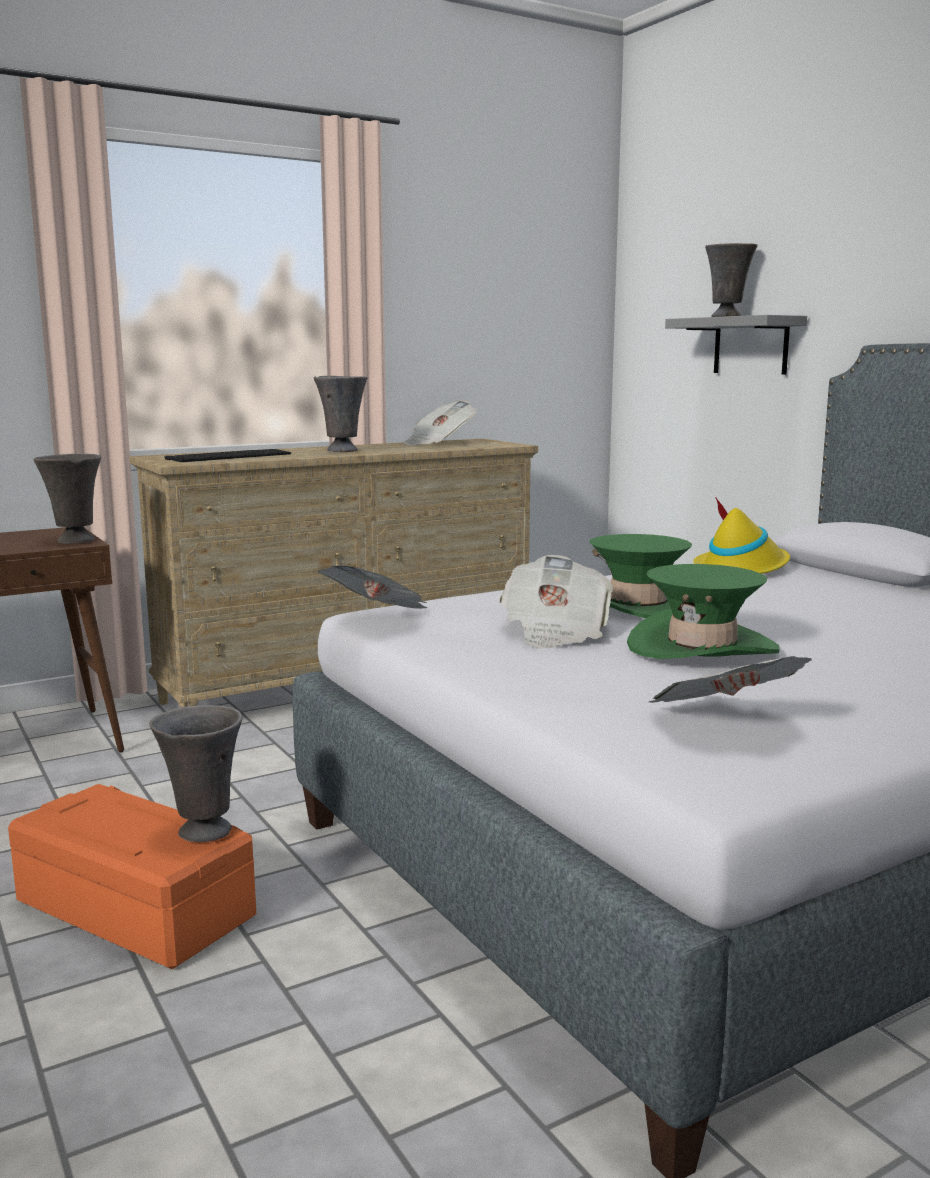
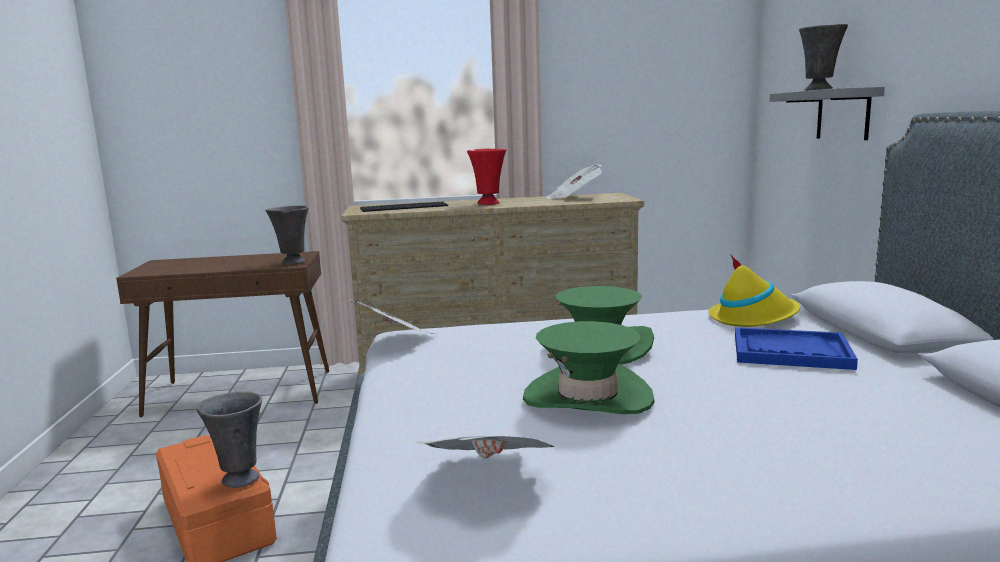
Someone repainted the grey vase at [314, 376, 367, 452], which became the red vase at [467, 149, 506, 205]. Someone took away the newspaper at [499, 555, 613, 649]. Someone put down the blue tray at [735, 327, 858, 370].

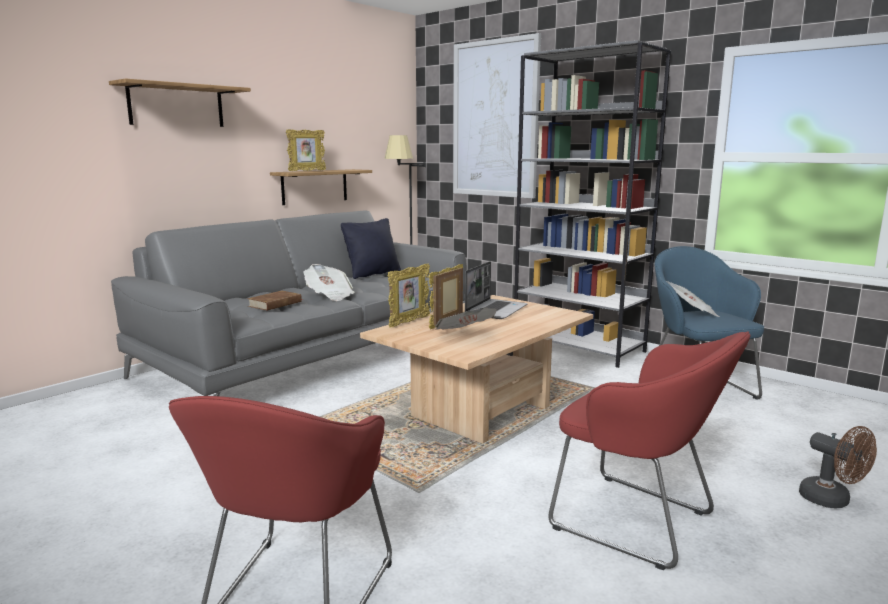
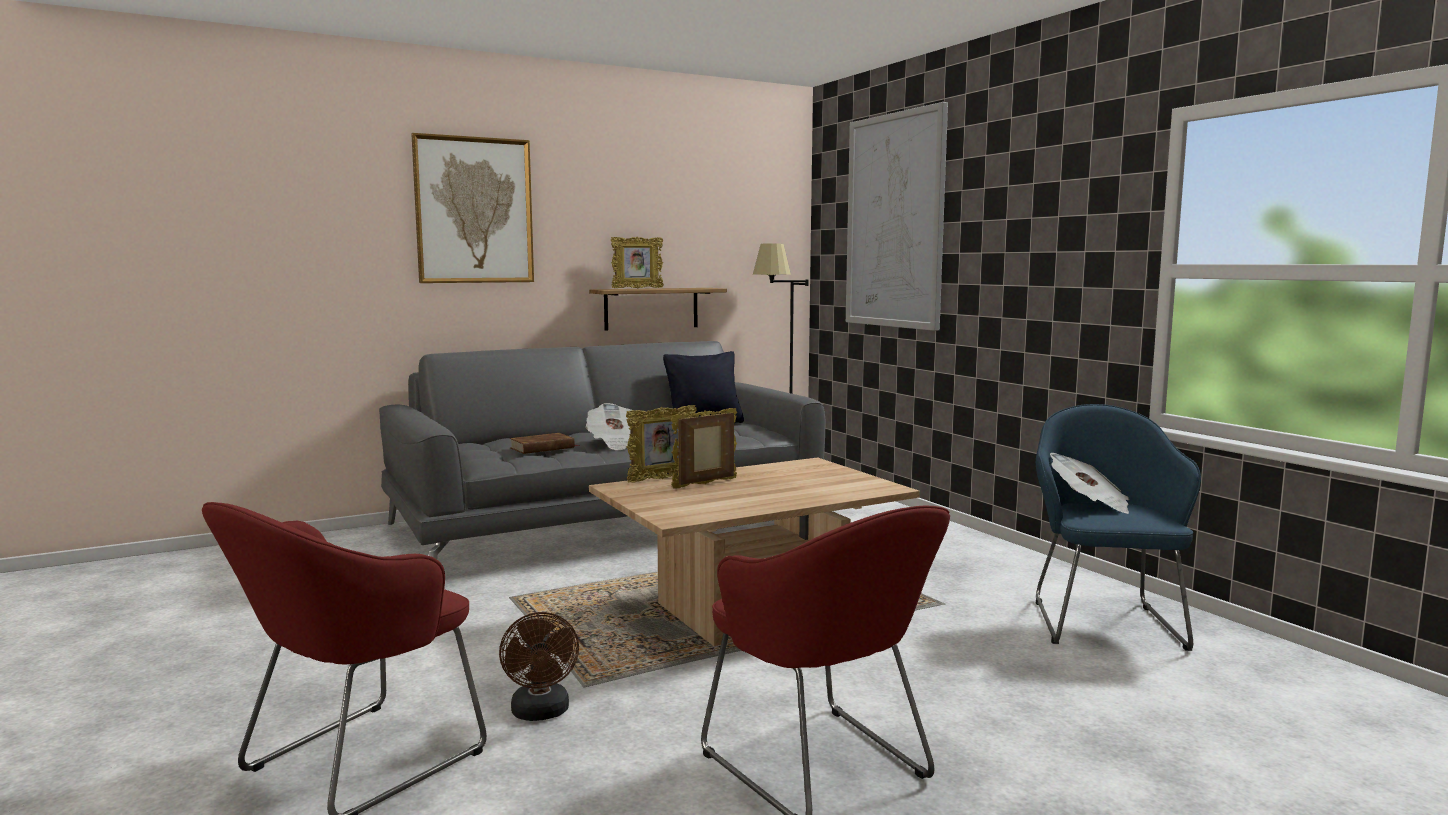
Someone swapped the shelf at [109, 78, 251, 127] for the picture at [411, 133, 534, 283]. Someone took away the newspaper at [435, 308, 497, 330]. Someone took away the laptop at [465, 261, 528, 319]. Someone took away the grey bookcase at [514, 40, 671, 368]. Someone carried the brown fan from [799, 426, 877, 508] to [499, 612, 579, 721].

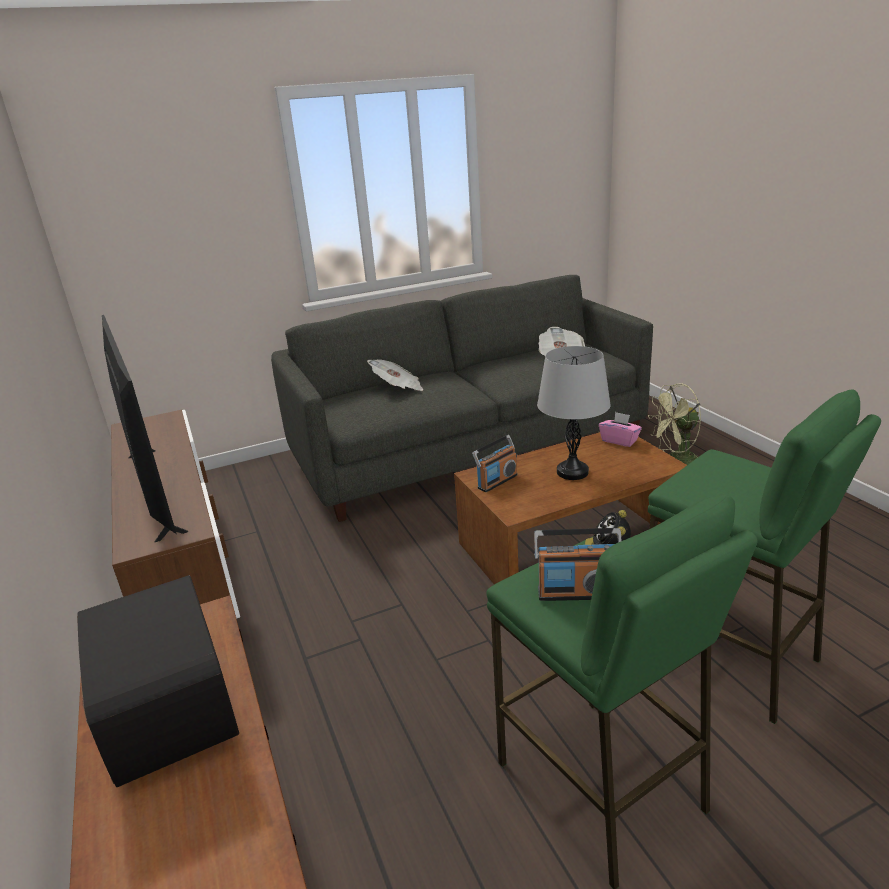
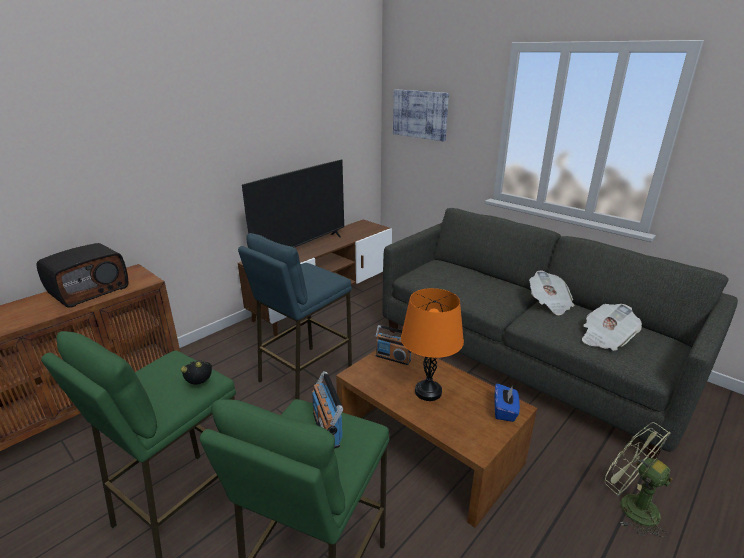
Someone carried the newspaper from [367, 359, 424, 391] to [529, 271, 575, 315]. Someone carried the radio from [534, 528, 622, 601] to [312, 371, 343, 449]. Someone repainted the grey table lamp at [537, 346, 611, 480], which became the orange table lamp at [401, 288, 464, 401]. Someone repainted the pink tissue box at [599, 412, 642, 447], which became the blue tissue box at [495, 383, 520, 422]. Someone put down the blue stool at [238, 233, 352, 399]. Someone put up the picture at [393, 89, 449, 141].

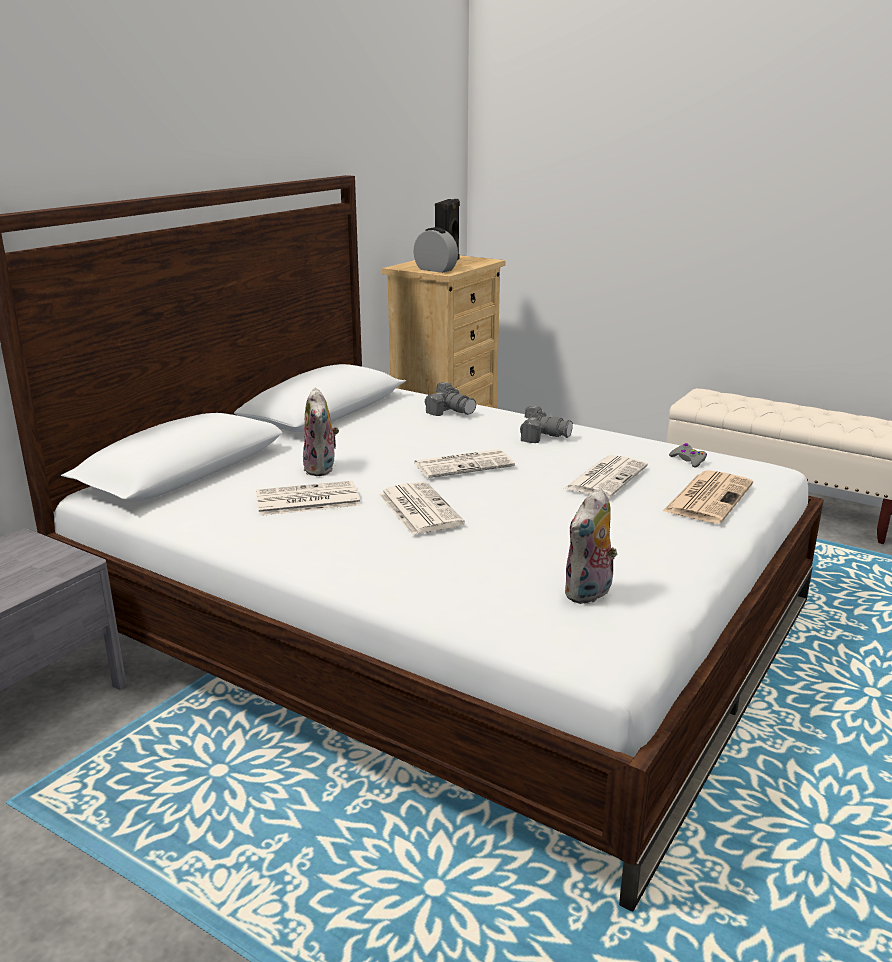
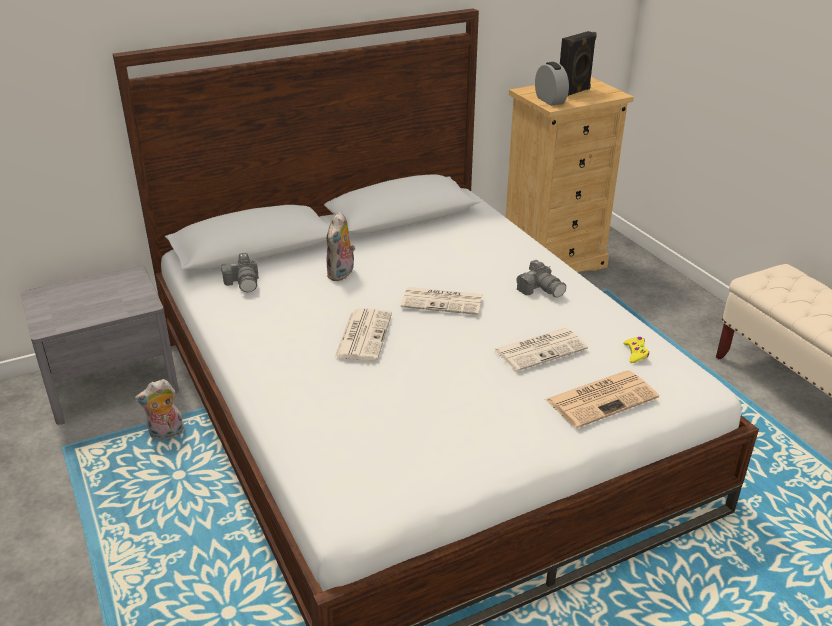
Someone took away the newspaper at [256, 481, 361, 516]. Someone carried the photo camera from [425, 382, 476, 416] to [221, 253, 259, 293]. Someone carried the plush toy from [565, 488, 617, 604] to [135, 379, 185, 440]. Someone repainted the grey game controller at [669, 443, 707, 468], which became the yellow game controller at [623, 337, 649, 363].

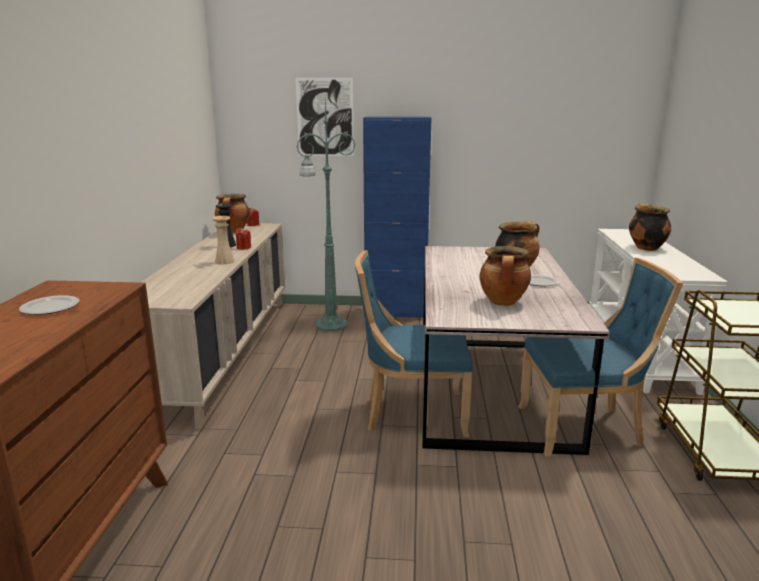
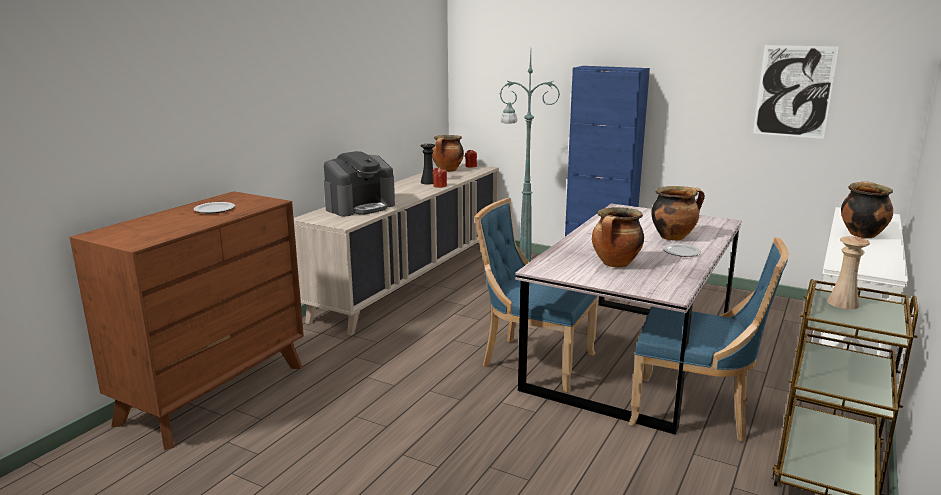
Someone carried the beige vase from [212, 216, 235, 264] to [827, 236, 870, 309]. Someone carried the picture from [296, 78, 354, 156] to [753, 45, 839, 139]. Someone put down the coffee machine at [324, 151, 395, 216].

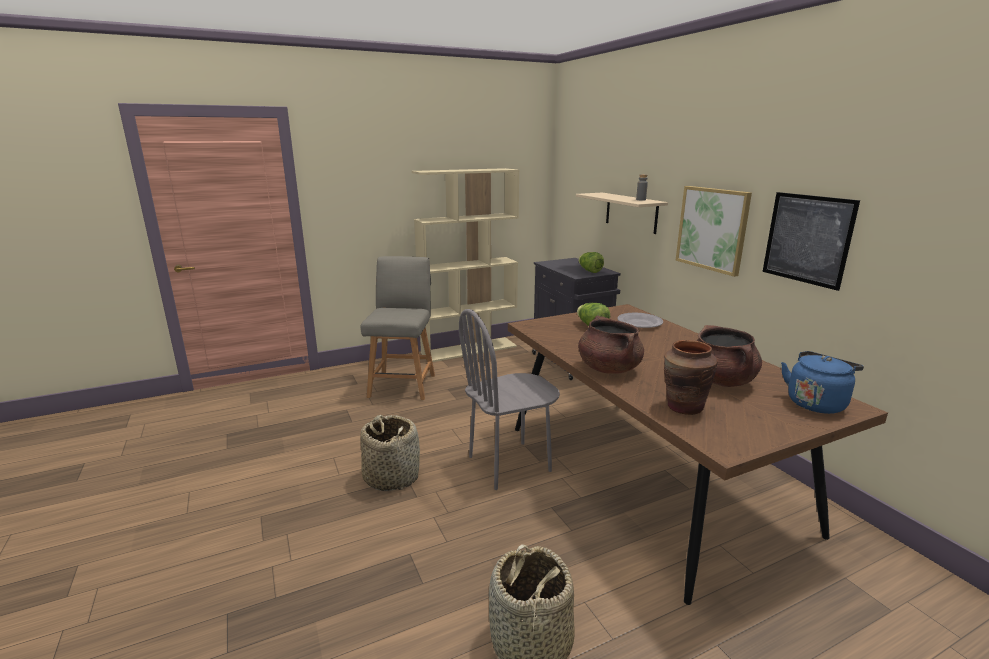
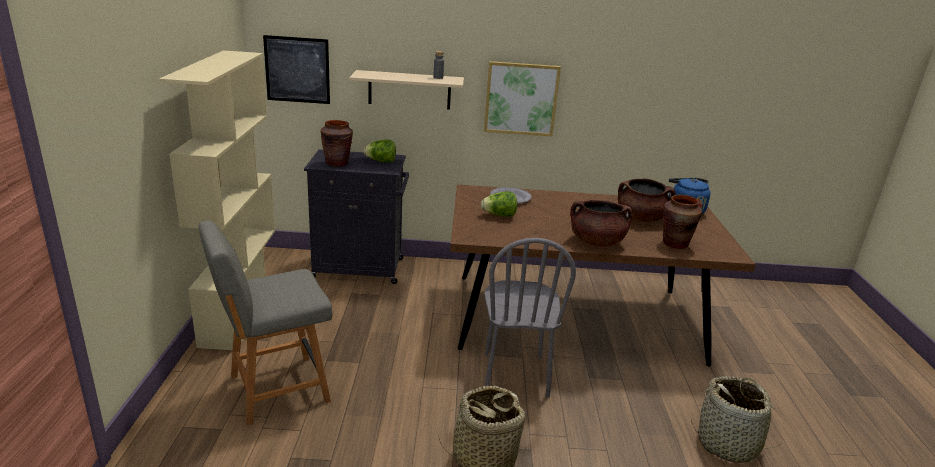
Someone rotated the grey chair at [361, 256, 435, 400] by 60 degrees counterclockwise. Someone carried the picture from [763, 192, 860, 291] to [263, 35, 330, 104]. Someone put down the brown vase at [321, 120, 353, 167].

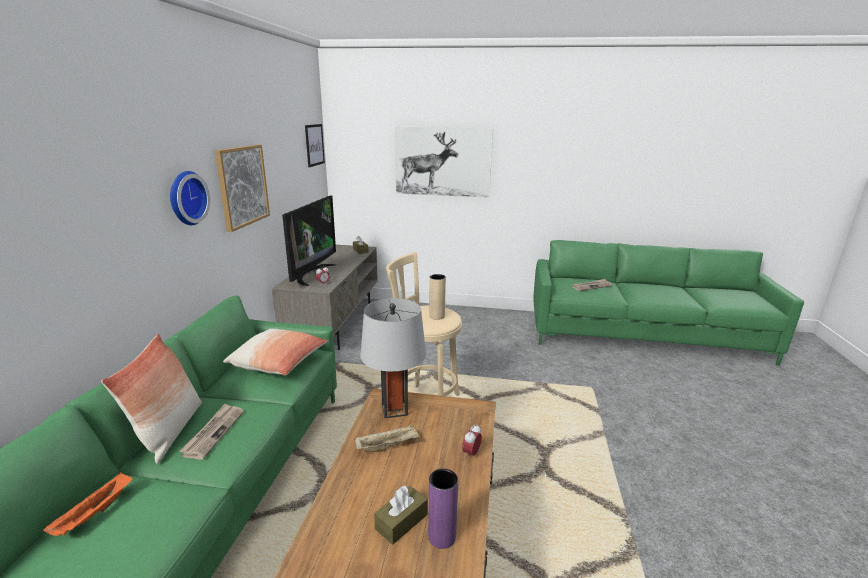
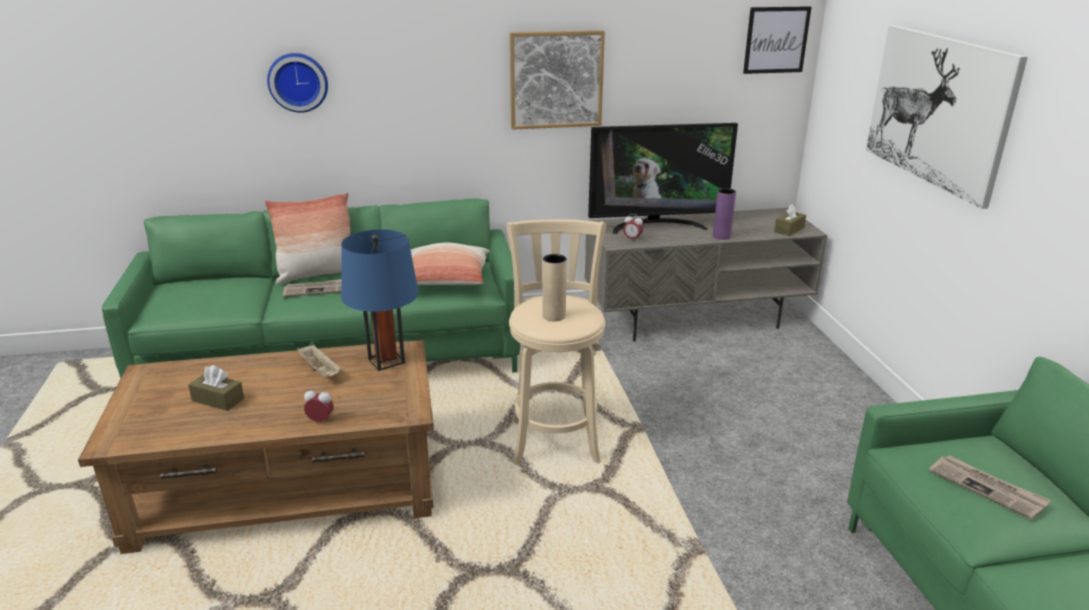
Someone took away the orange tray at [43, 472, 133, 536]. Someone carried the wall clock from [170, 171, 210, 225] to [267, 53, 328, 113]. Someone repainted the grey table lamp at [360, 298, 426, 418], which became the blue table lamp at [341, 229, 419, 371]. Someone carried the purple vase from [428, 469, 458, 549] to [713, 188, 736, 240].

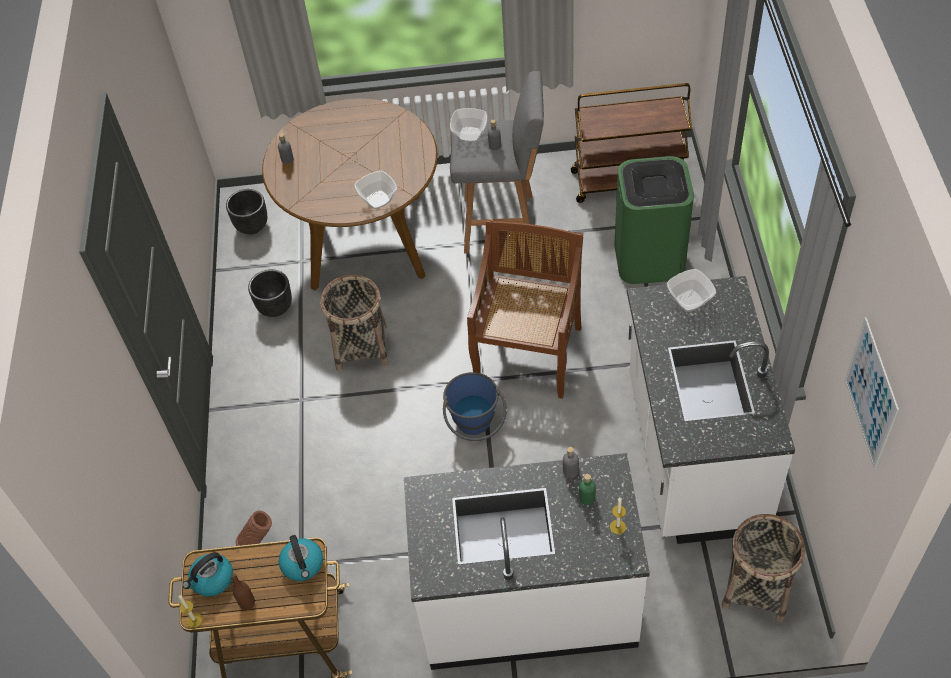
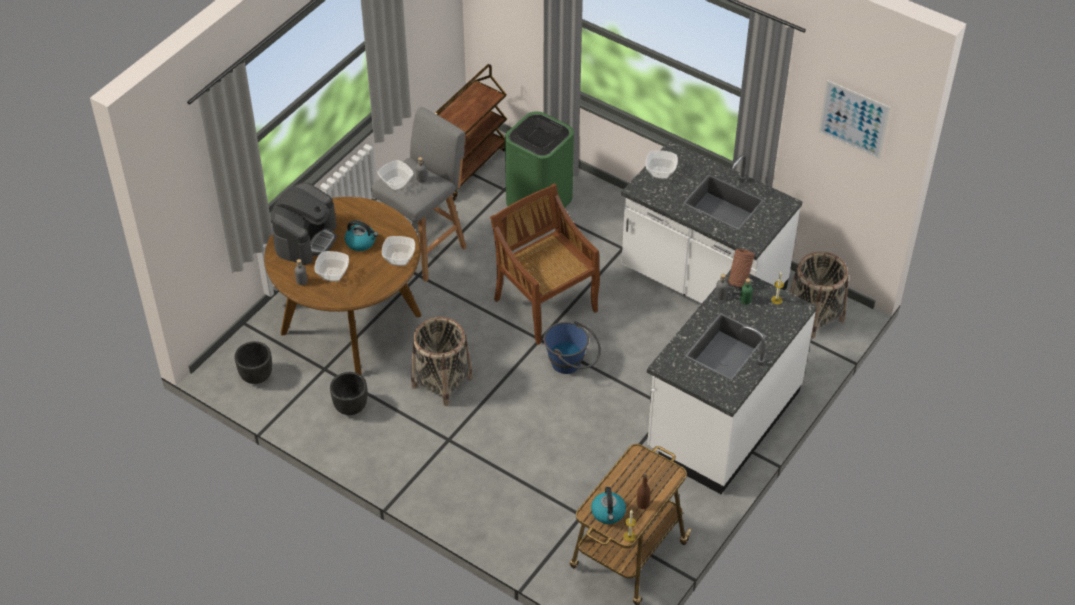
Someone carried the brown vase from [236, 511, 272, 546] to [728, 249, 755, 287]. Someone carried the kettle from [279, 535, 323, 581] to [345, 220, 378, 251]. Someone put down the coffee machine at [271, 182, 337, 265]. Someone put down the bowl at [314, 251, 349, 282].

